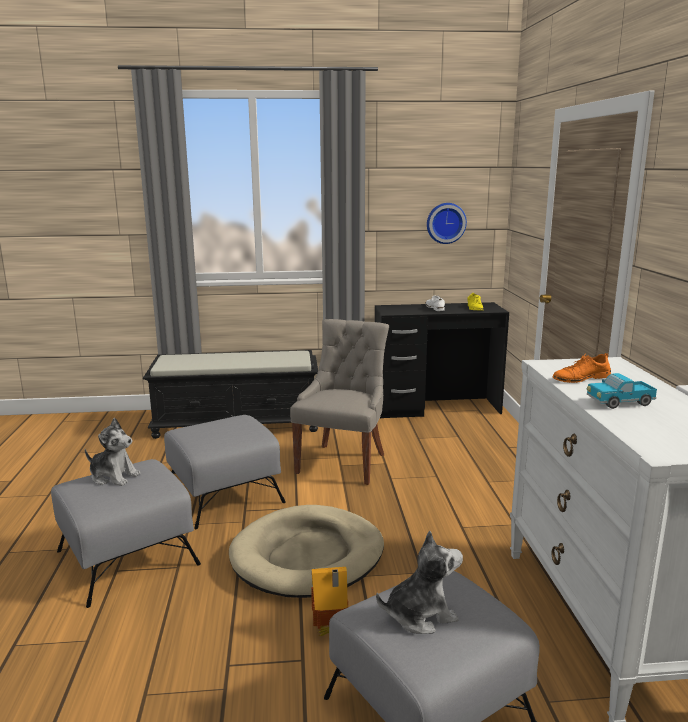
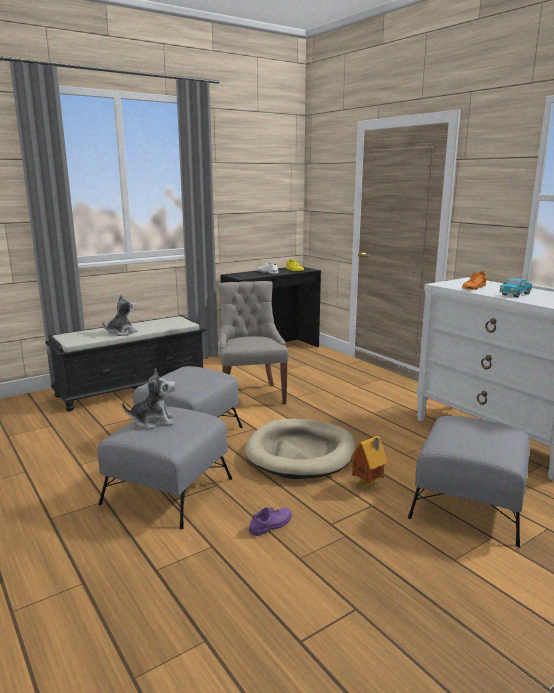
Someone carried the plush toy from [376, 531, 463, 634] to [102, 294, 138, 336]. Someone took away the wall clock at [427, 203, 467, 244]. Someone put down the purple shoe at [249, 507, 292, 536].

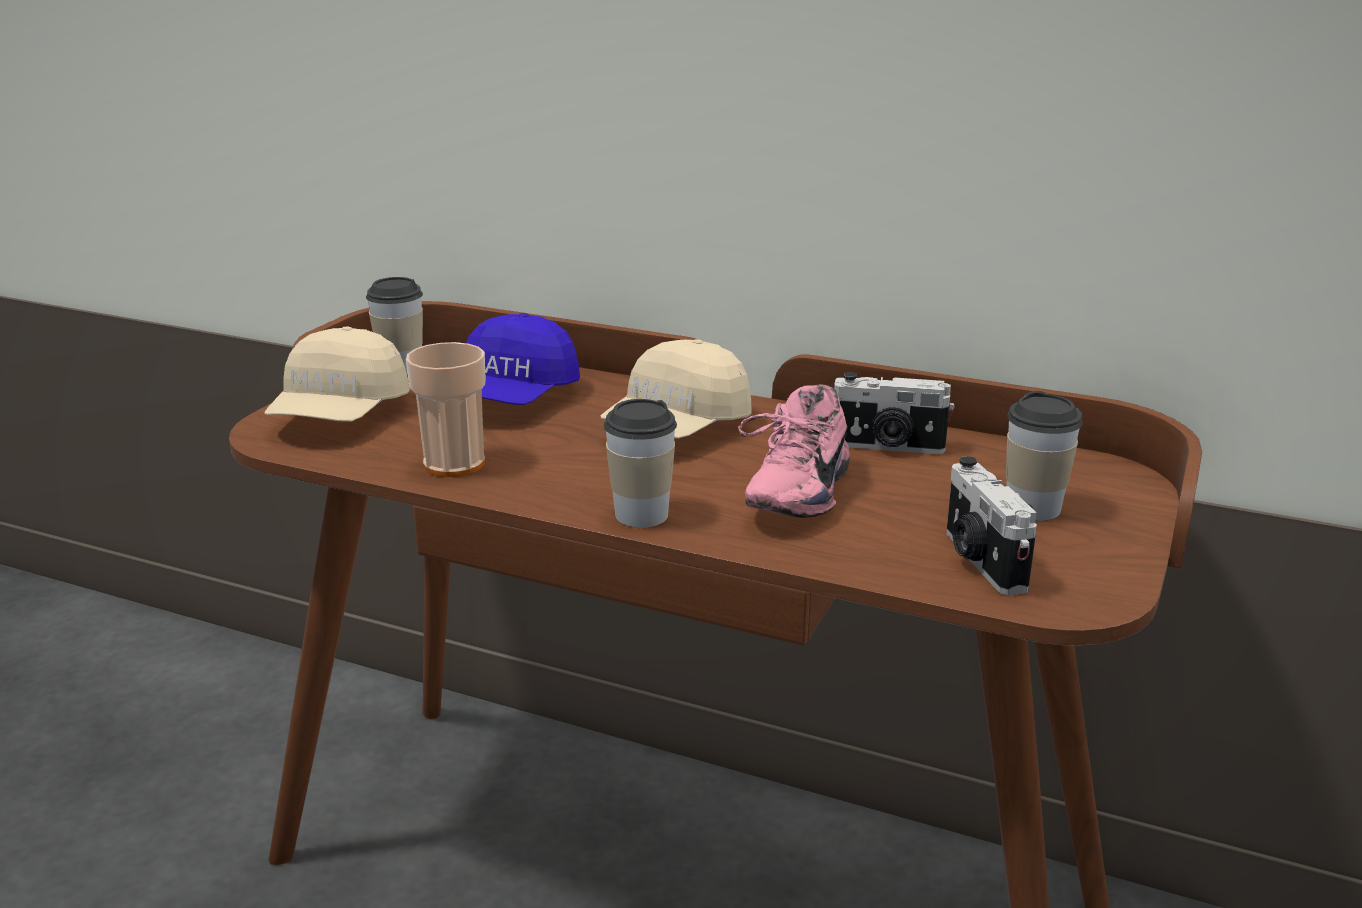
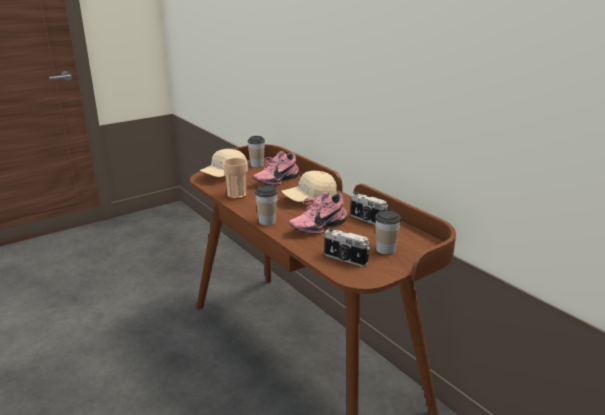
Someone swapped the blue cap at [466, 313, 580, 405] for the pink shoe at [253, 151, 299, 185]. Someone rotated the photo camera at [946, 456, 1037, 595] by 75 degrees counterclockwise.

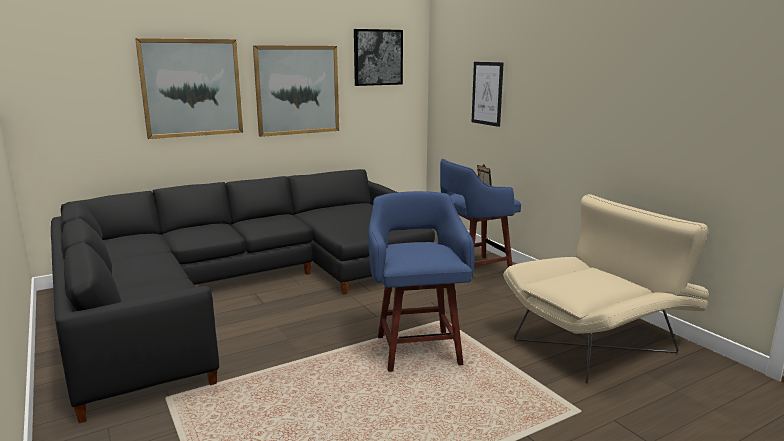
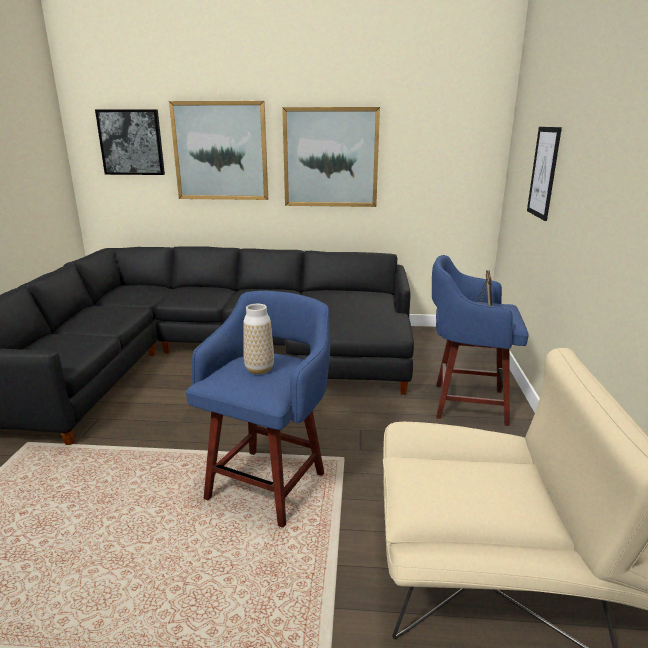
Someone carried the picture from [354, 29, 403, 86] to [95, 109, 165, 175]. Someone put down the vase at [243, 304, 274, 374].

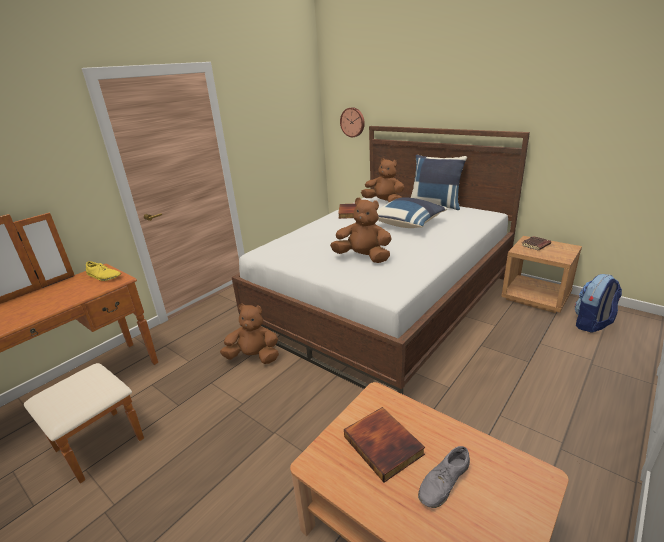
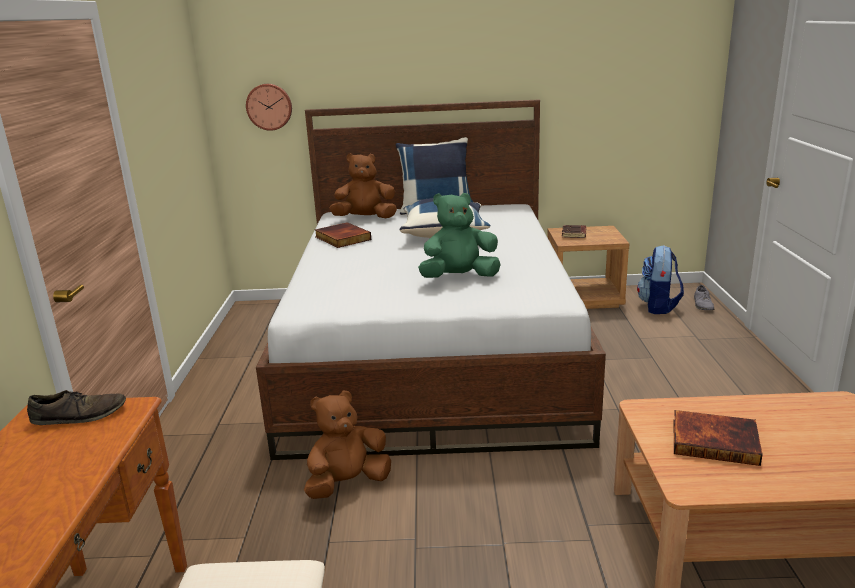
Someone repainted the yellow shoe at [86, 261, 121, 281], which became the brown shoe at [27, 390, 126, 425]. Someone repainted the brown plush toy at [330, 197, 392, 263], which became the green plush toy at [418, 193, 501, 278]. Someone carried the grey shoe from [418, 446, 470, 508] to [694, 285, 714, 310].

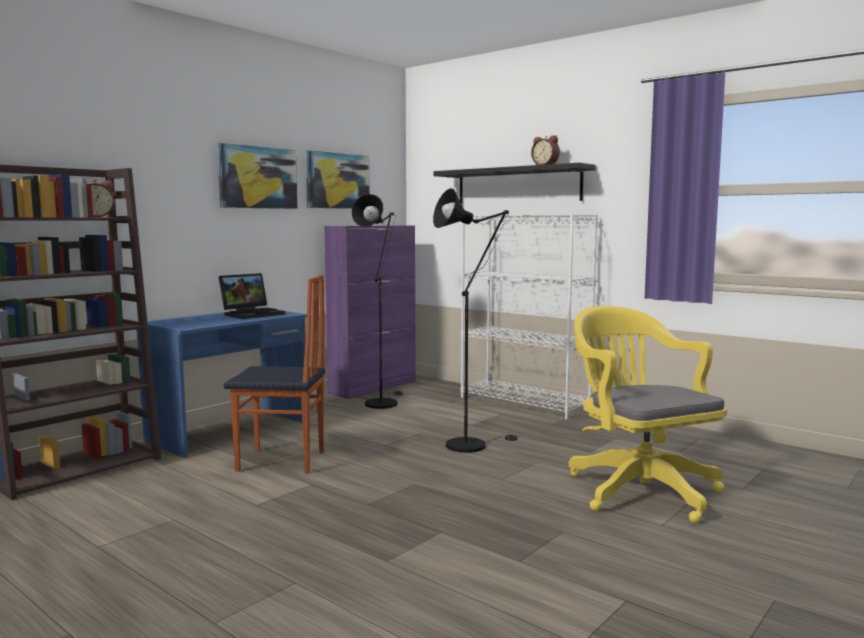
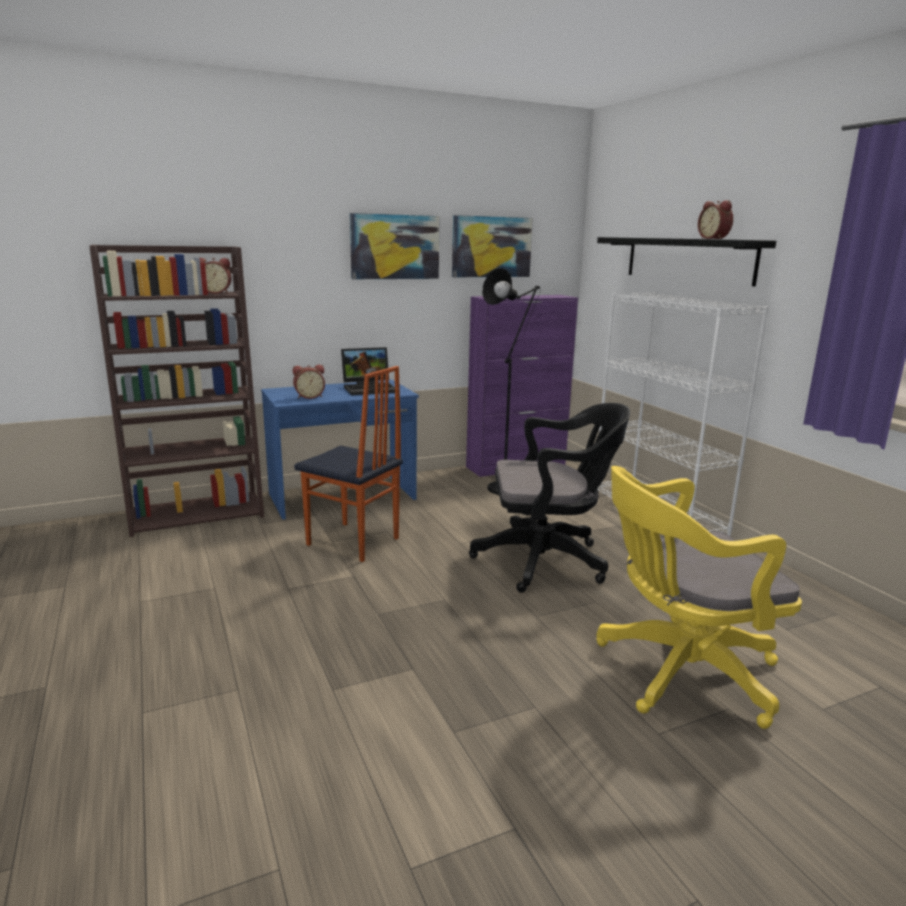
Someone swapped the black floor lamp at [433, 188, 518, 453] for the black office chair at [469, 403, 630, 593]. Someone rotated the yellow office chair at [569, 306, 727, 523] by 105 degrees counterclockwise. Someone put down the alarm clock at [293, 365, 325, 399].

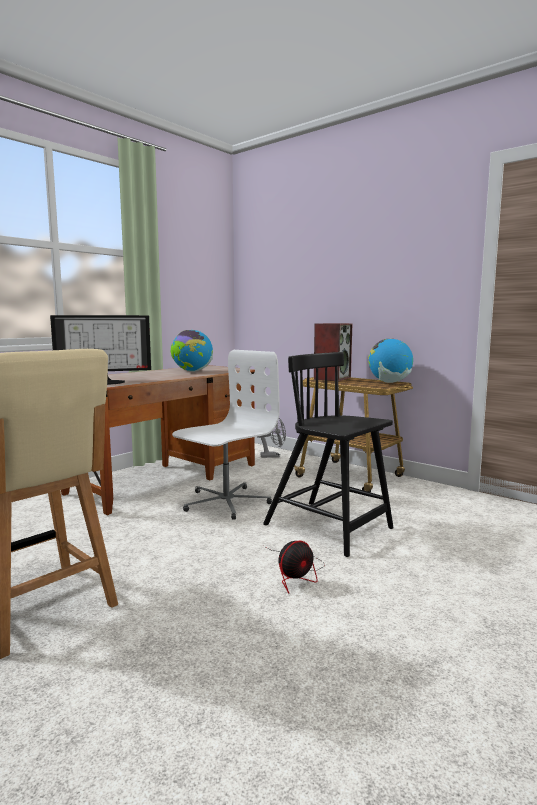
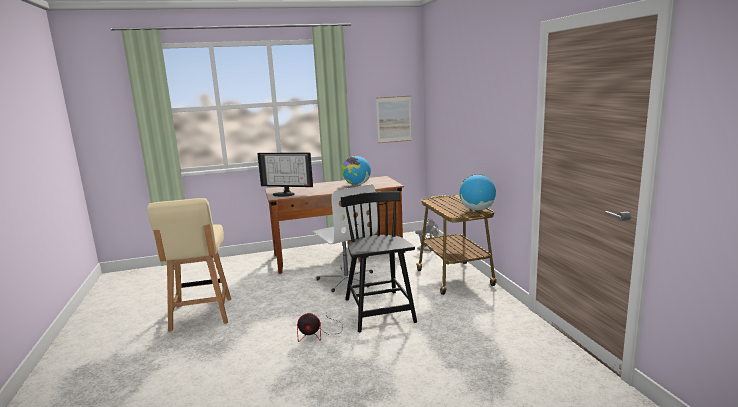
Someone rotated the white office chair at [172, 350, 280, 520] by 75 degrees clockwise. Someone took away the speaker at [314, 323, 352, 381]. Someone put up the picture at [376, 96, 412, 143].

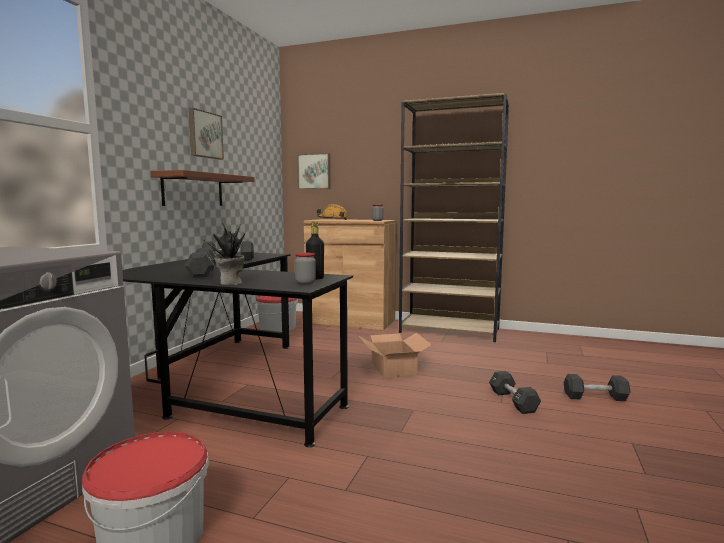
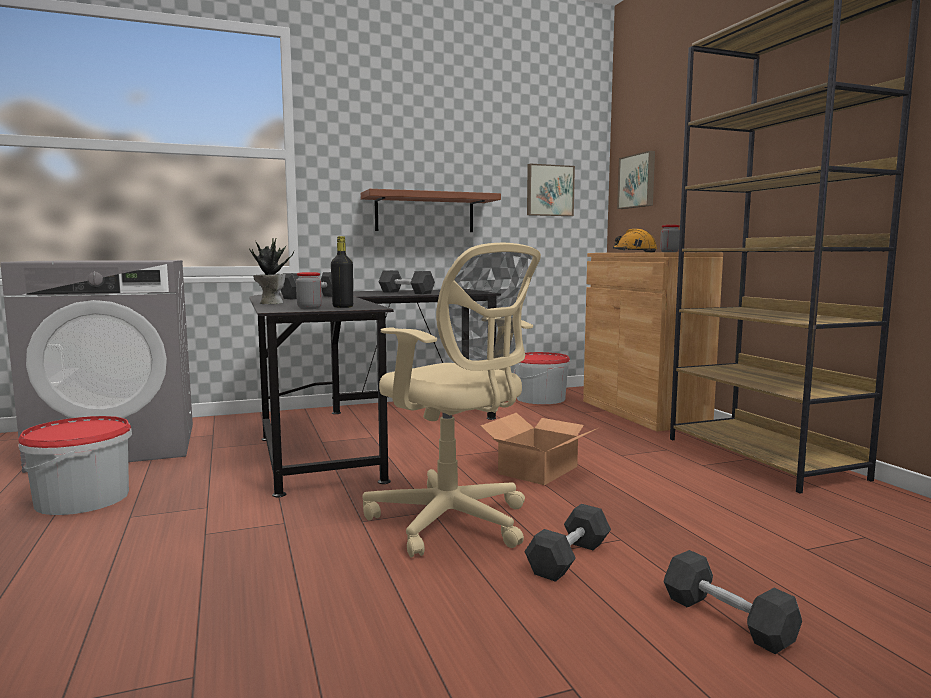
Someone carried the picture from [188, 108, 224, 160] to [527, 164, 575, 216]. Someone put down the beige office chair at [362, 243, 541, 558].

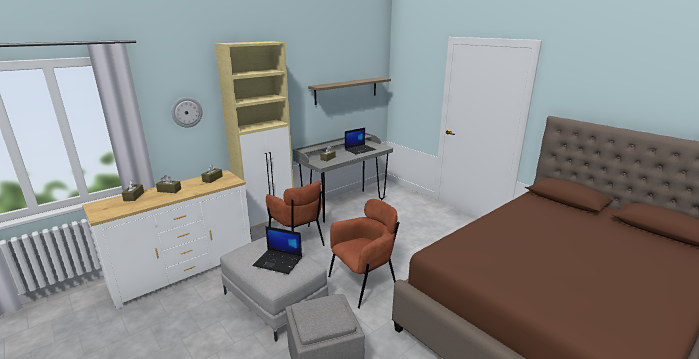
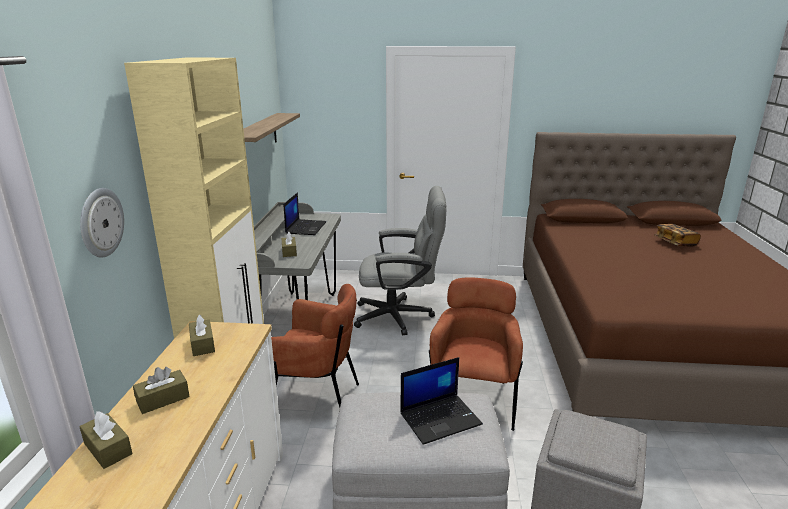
Someone put down the grey office chair at [354, 186, 446, 336]. Someone put down the book at [654, 224, 701, 247].

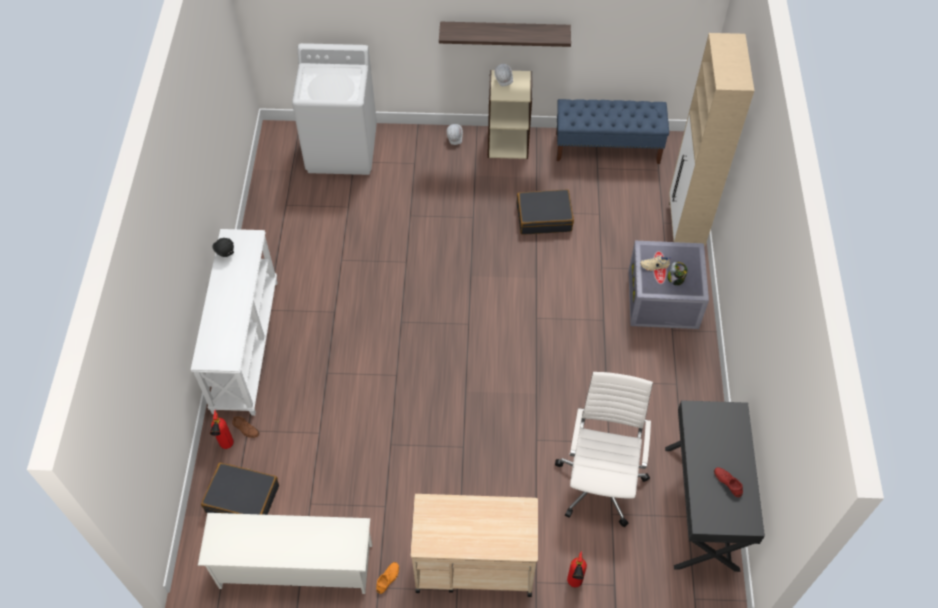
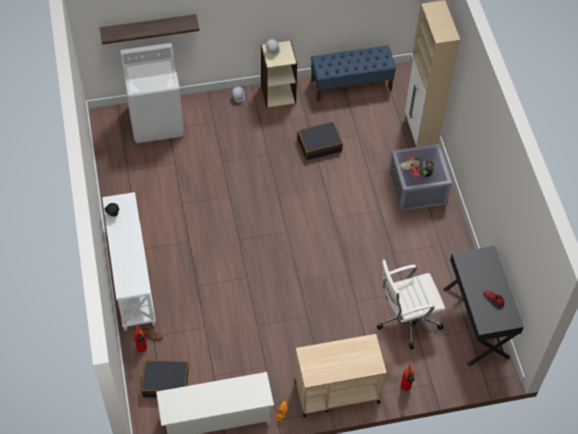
Someone carried the shelf from [439, 22, 571, 47] to [100, 14, 200, 45]. Someone rotated the white office chair at [555, 372, 653, 527] by 105 degrees counterclockwise.

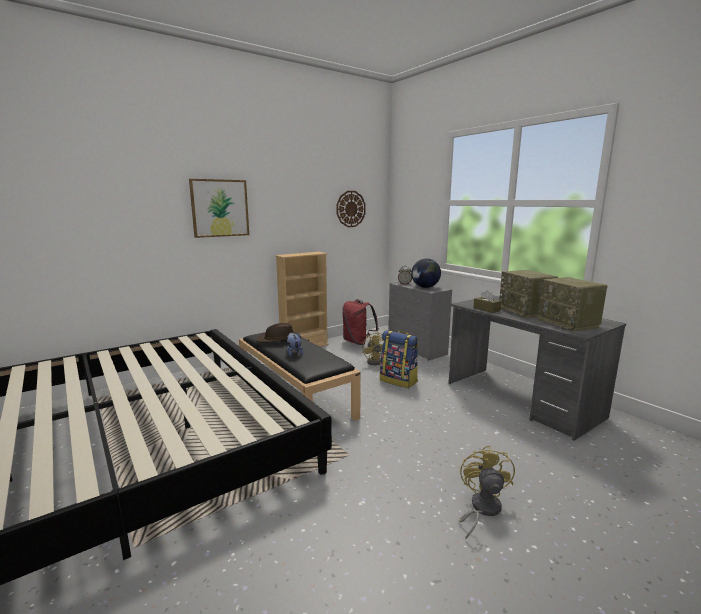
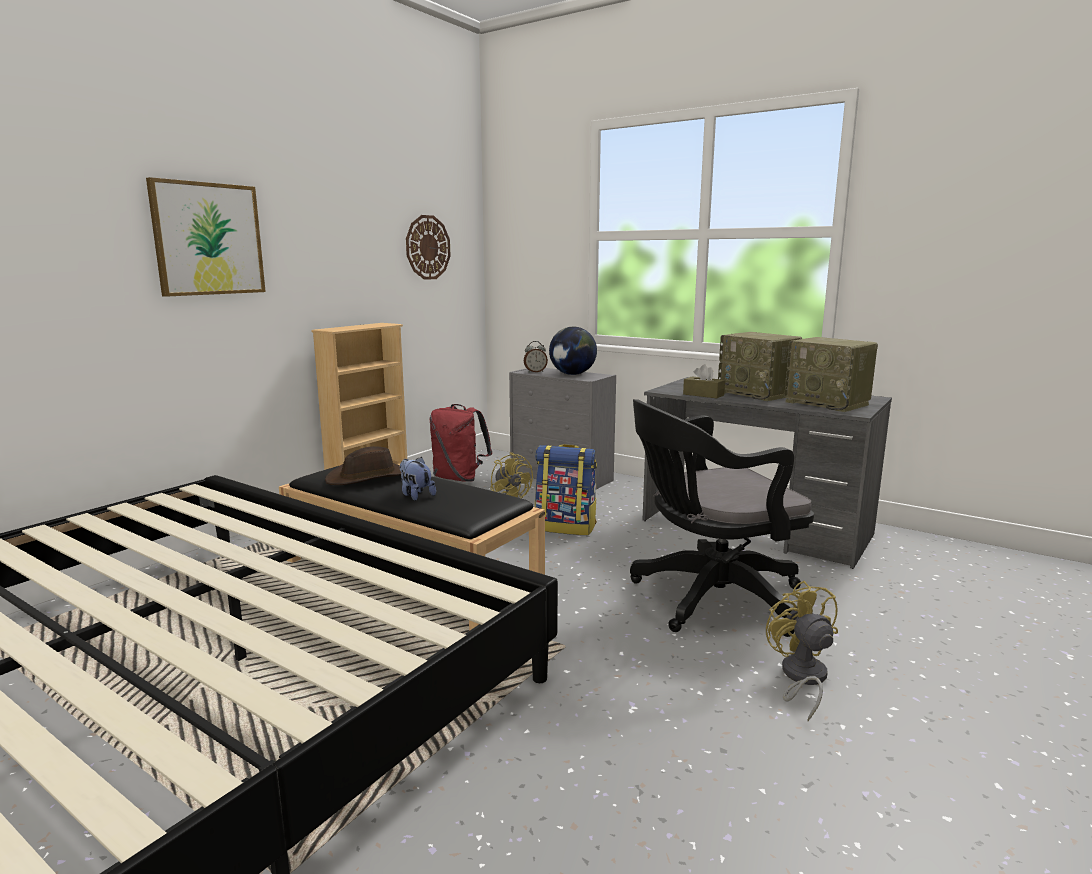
Someone put down the black office chair at [630, 399, 814, 637].

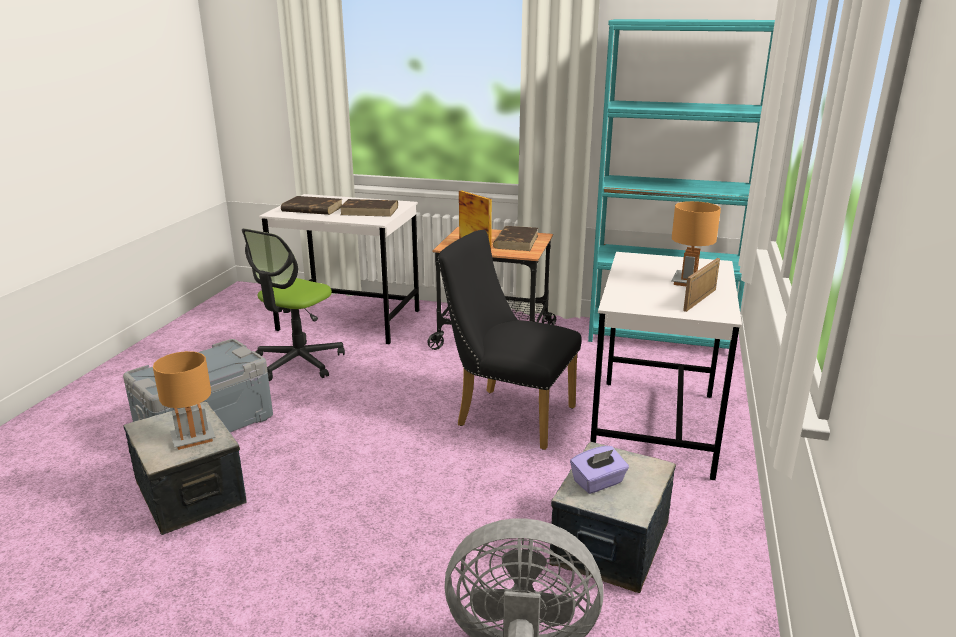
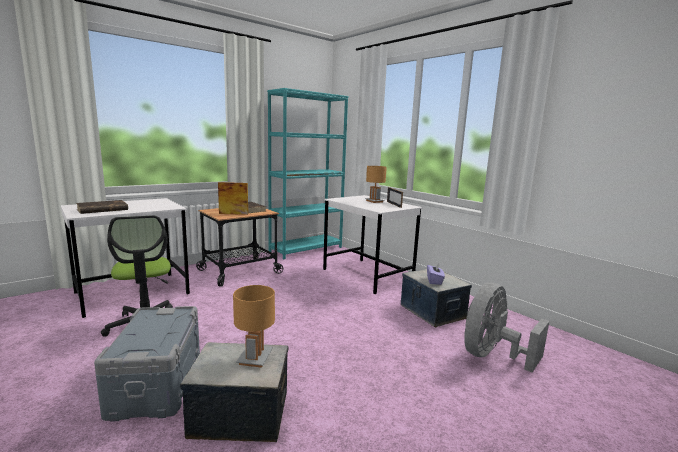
Someone took away the brown book at [340, 199, 398, 217]. Someone took away the black chair at [438, 230, 582, 450].

